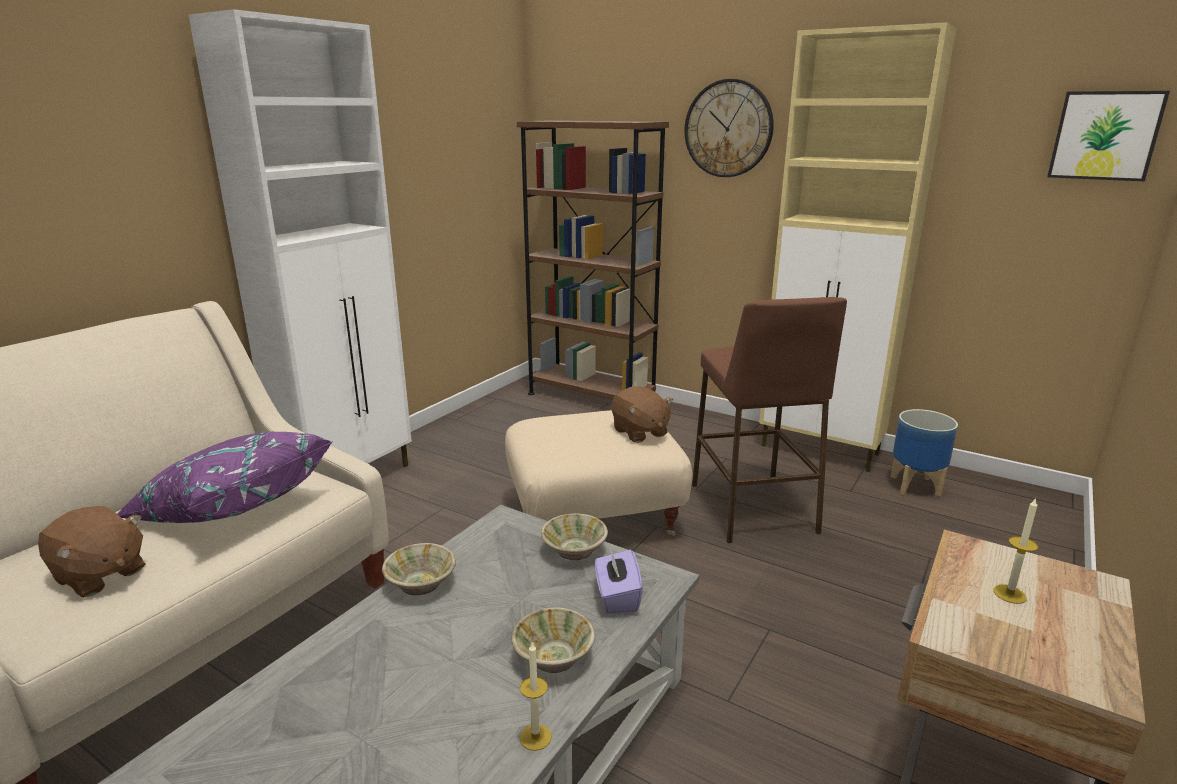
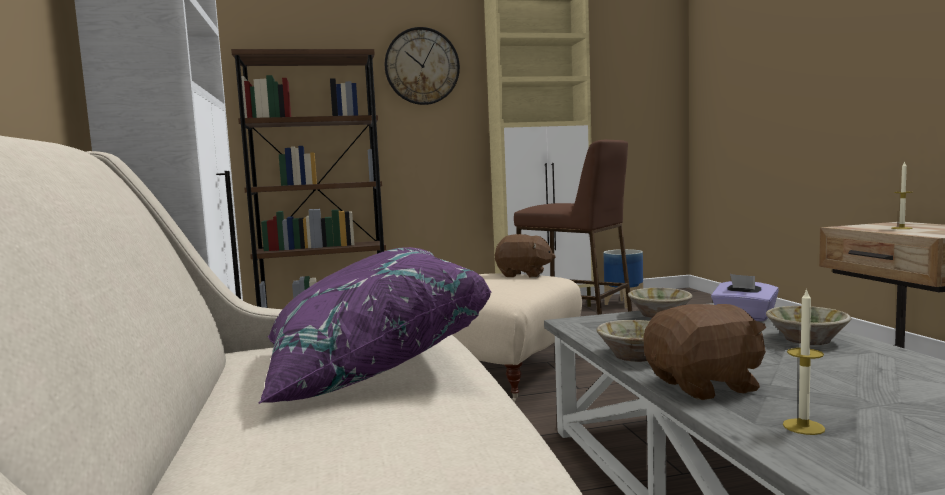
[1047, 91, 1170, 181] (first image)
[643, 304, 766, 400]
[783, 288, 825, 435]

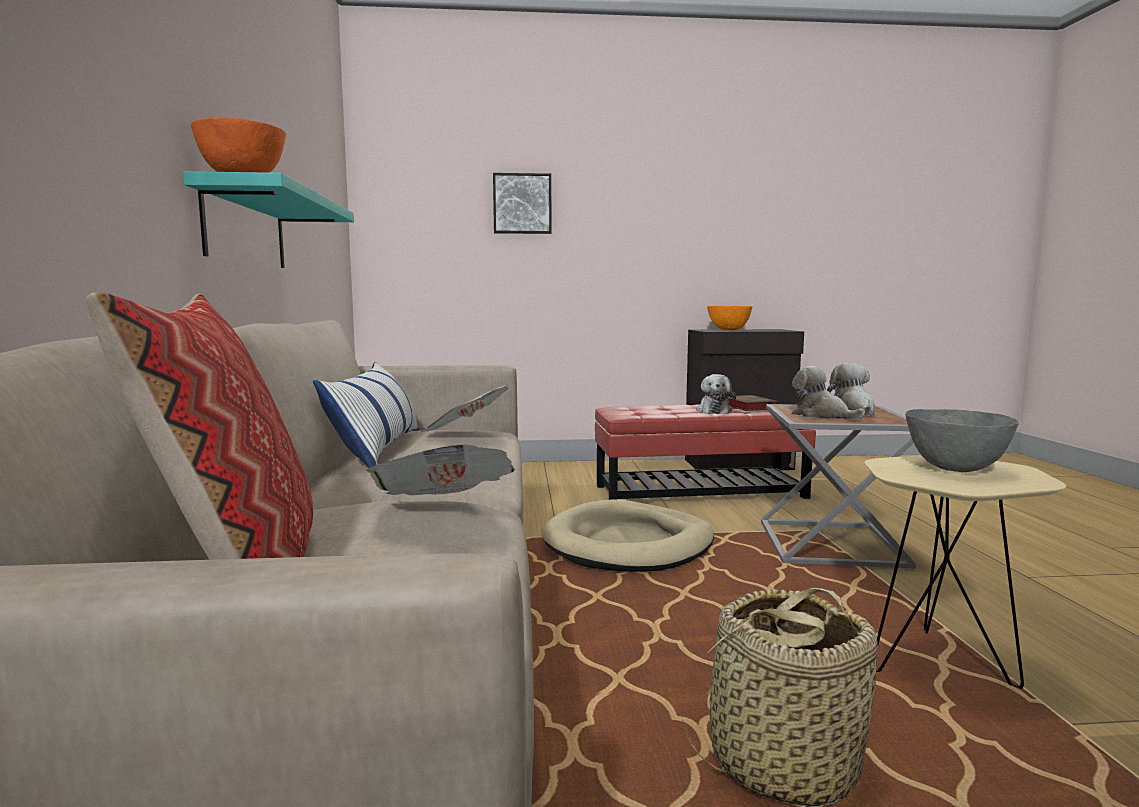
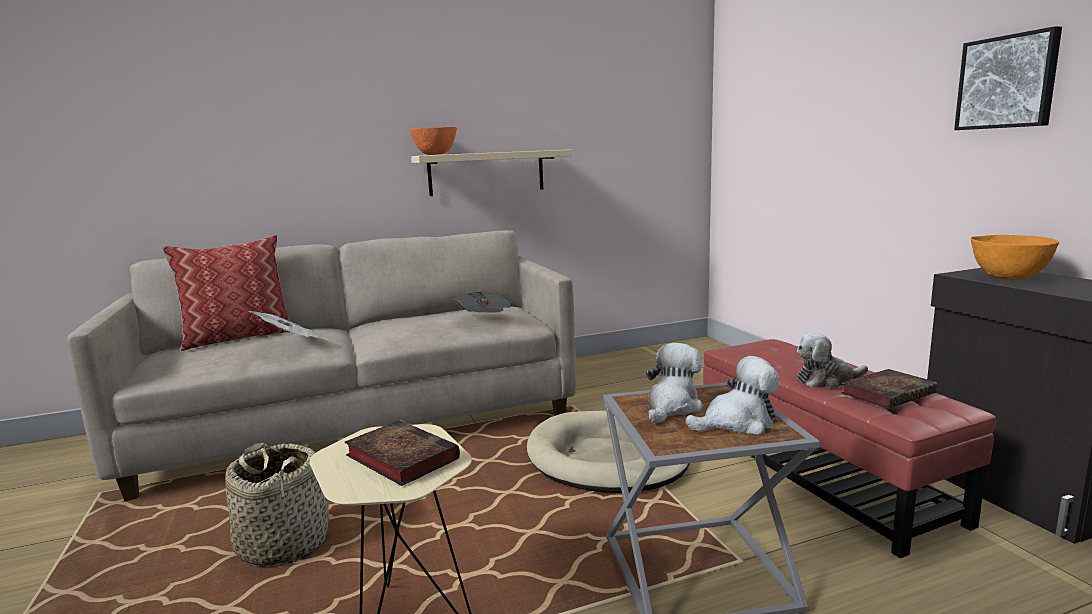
[411, 150, 572, 196]
[954, 26, 1062, 130]
[313, 362, 419, 468] (first image)
[345, 420, 460, 486]

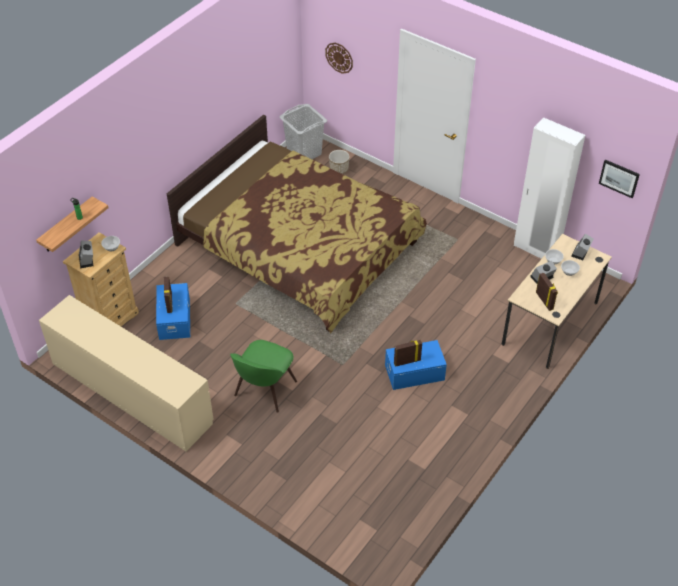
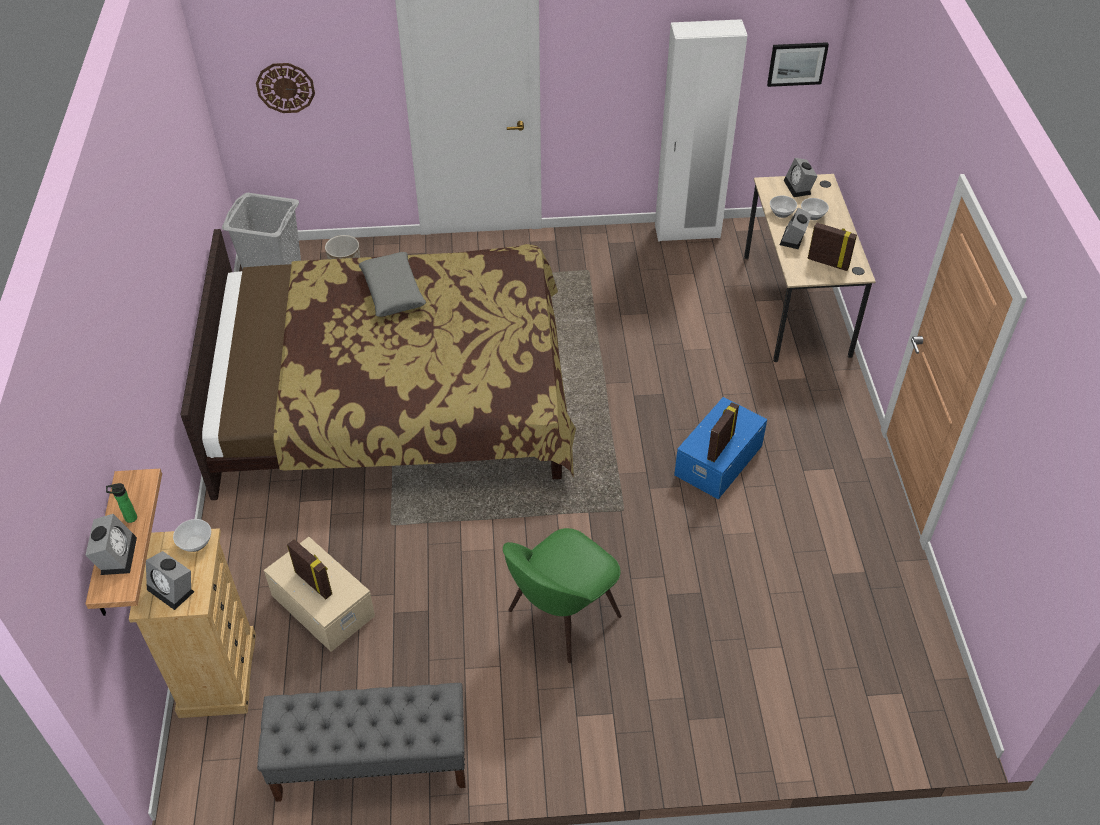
[264, 537, 375, 652]
[257, 683, 466, 802]
[503, 528, 622, 663]
[359, 252, 426, 317]
[85, 514, 137, 575]

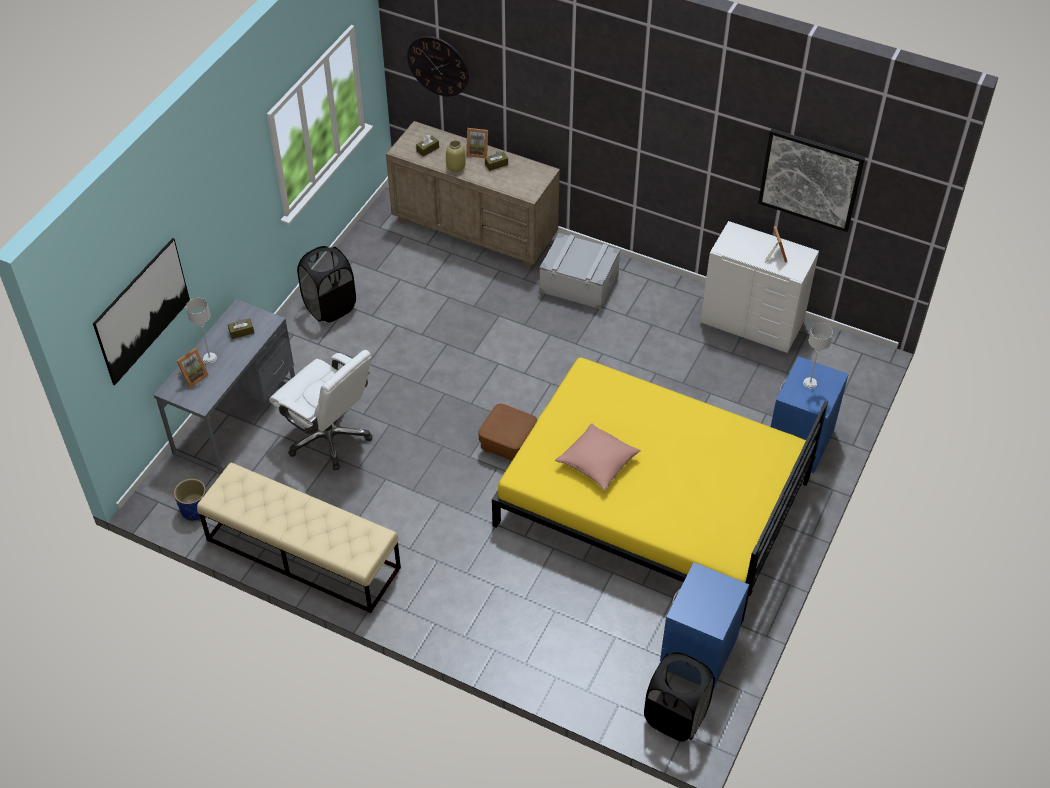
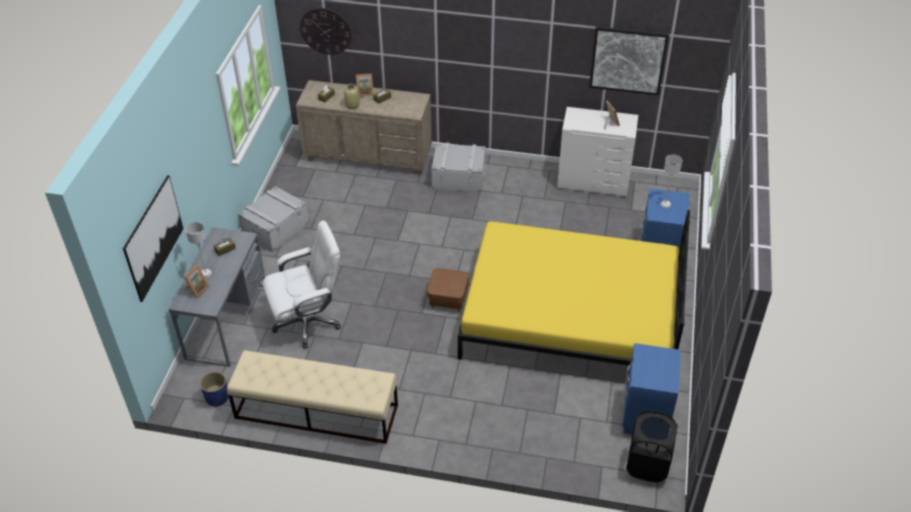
[238, 186, 309, 252]
[262, 220, 341, 348]
[555, 423, 641, 490] (first image)

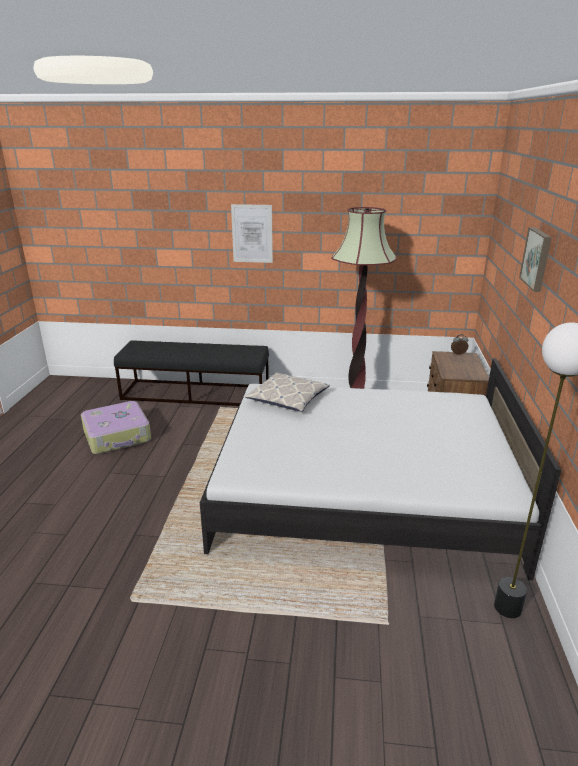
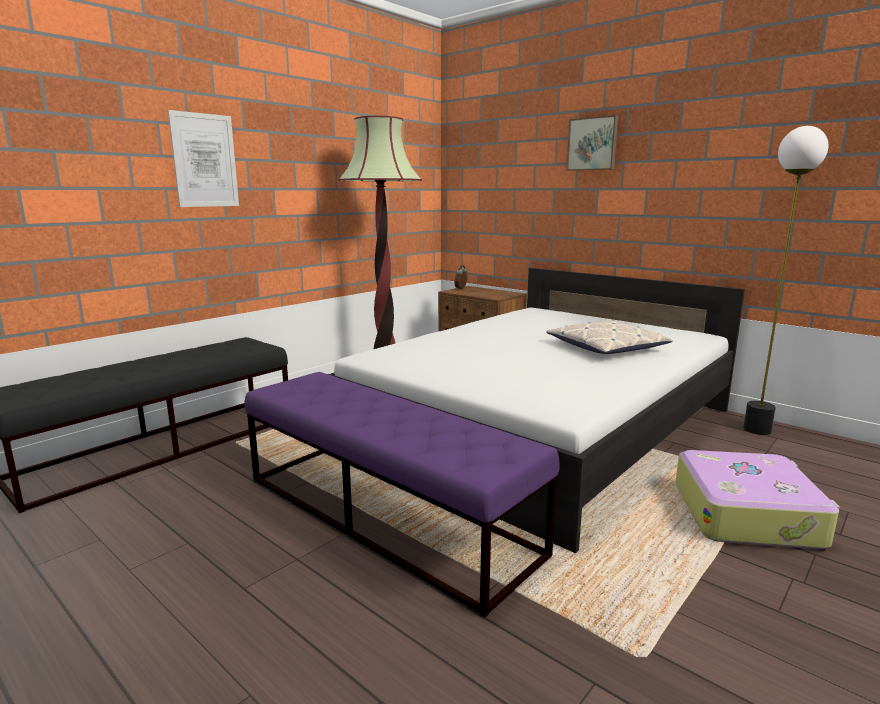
[546, 320, 673, 354]
[676, 450, 840, 549]
[245, 372, 559, 618]

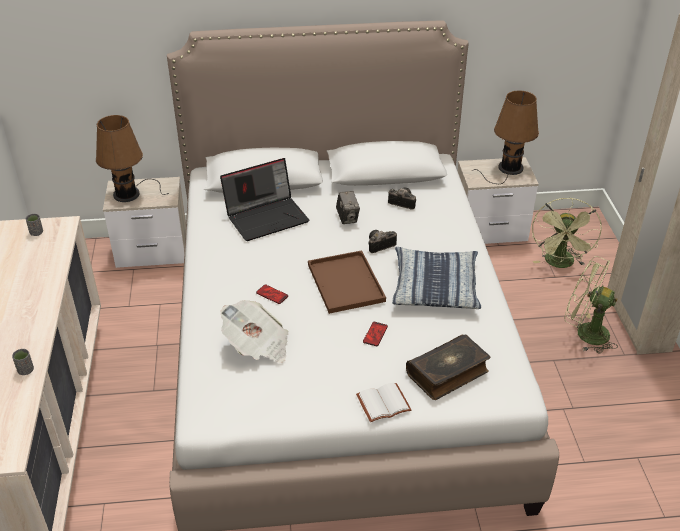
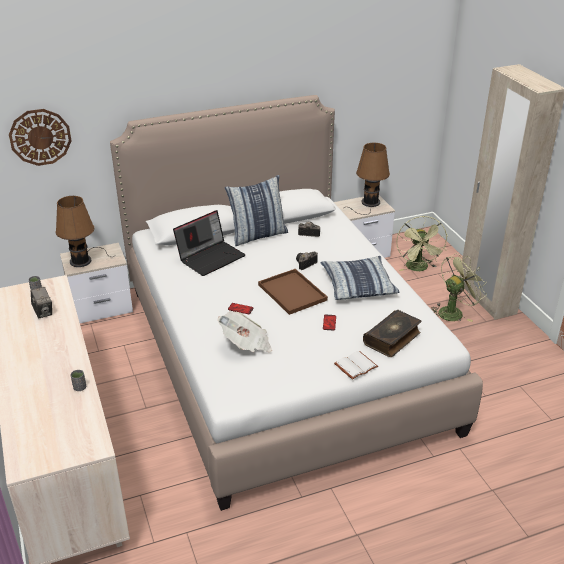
[31, 287, 52, 318]
[431, 253, 487, 322]
[9, 109, 72, 166]
[225, 175, 288, 246]

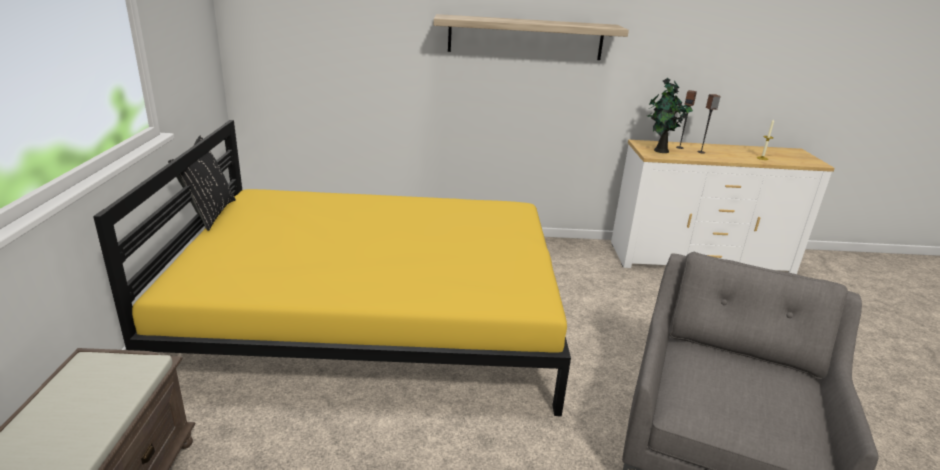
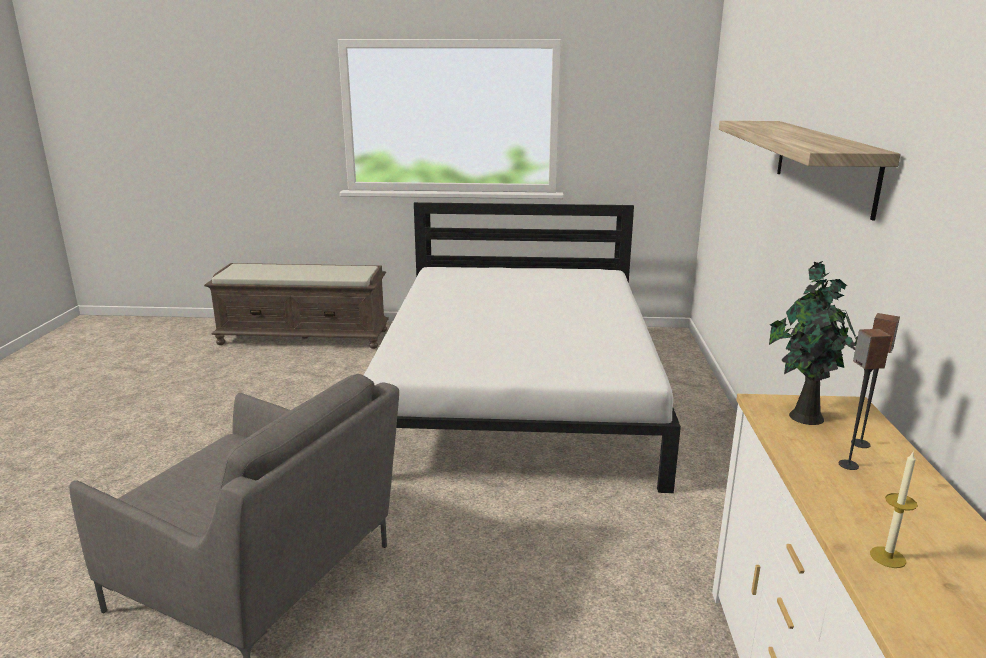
[364, 202, 681, 493]
[168, 135, 236, 231] (first image)

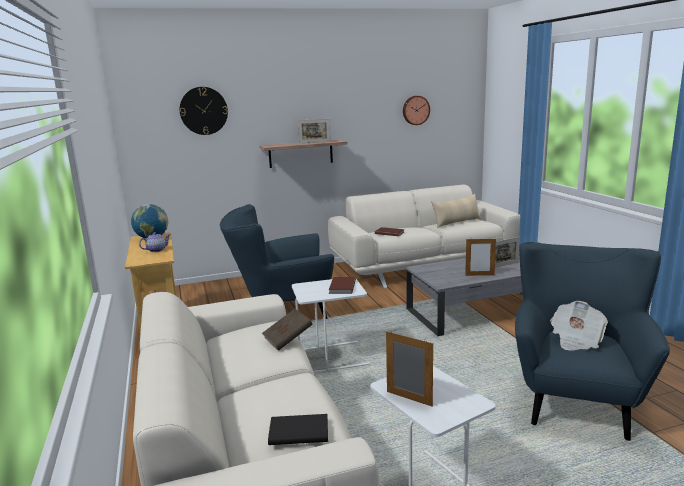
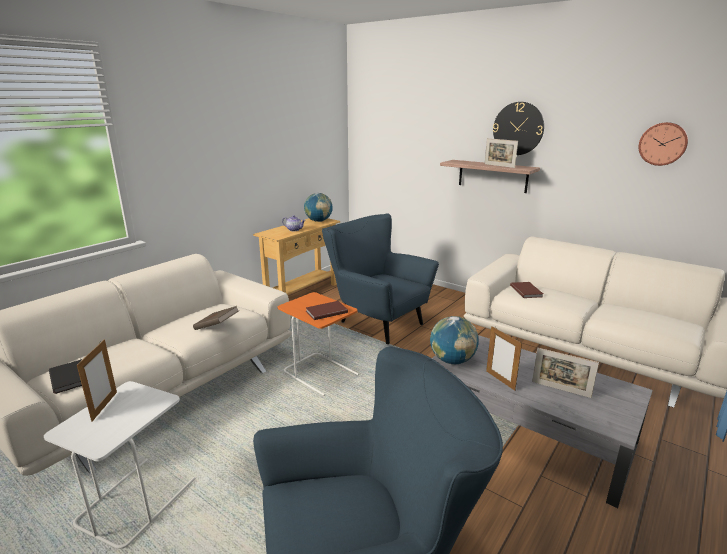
[493, 102, 544, 155]
[431, 194, 481, 228] (first image)
[278, 292, 359, 396]
[550, 301, 608, 351] (first image)
[430, 316, 479, 364]

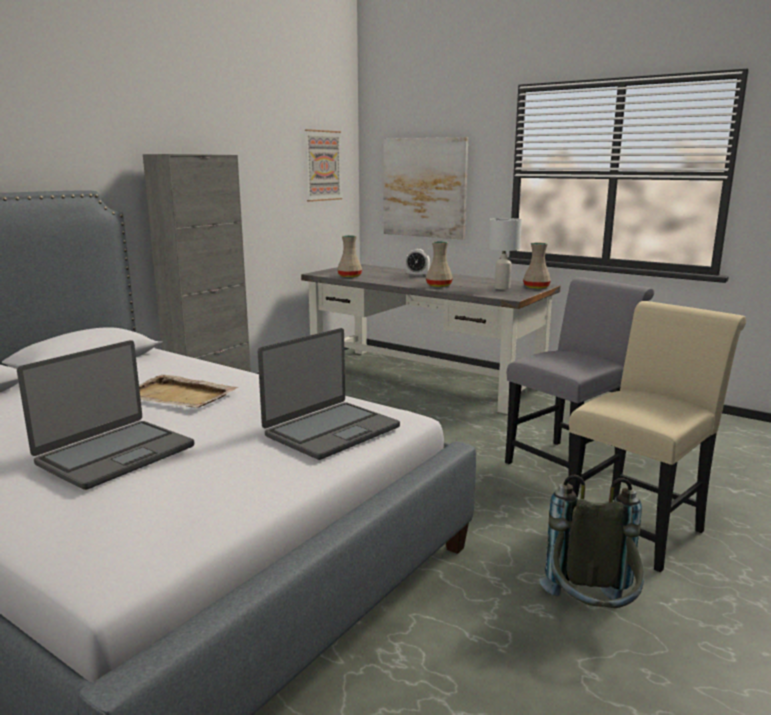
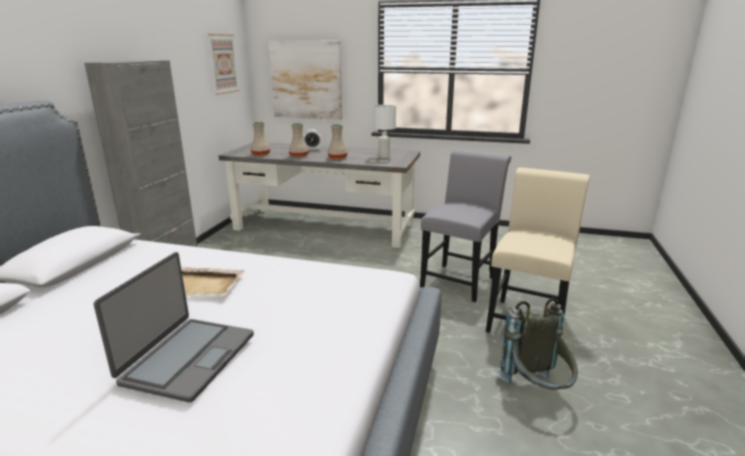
[289, 123, 309, 158]
[258, 328, 400, 460] (first image)

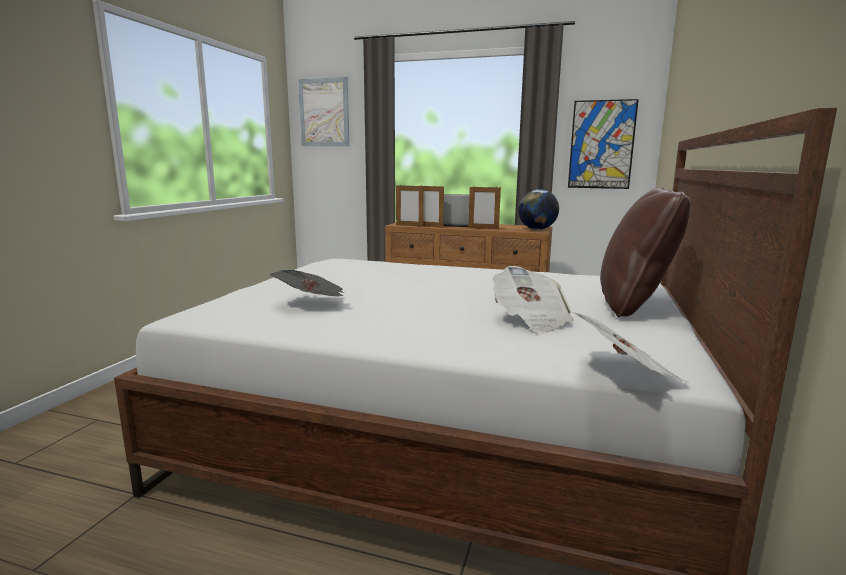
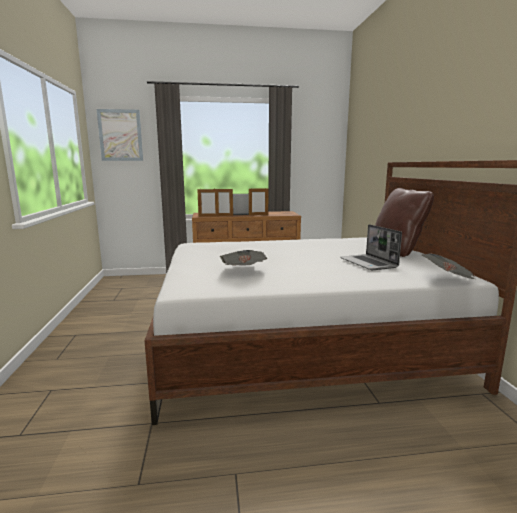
[568, 99, 639, 189] (first image)
[518, 189, 559, 230] (first image)
[340, 224, 402, 270]

